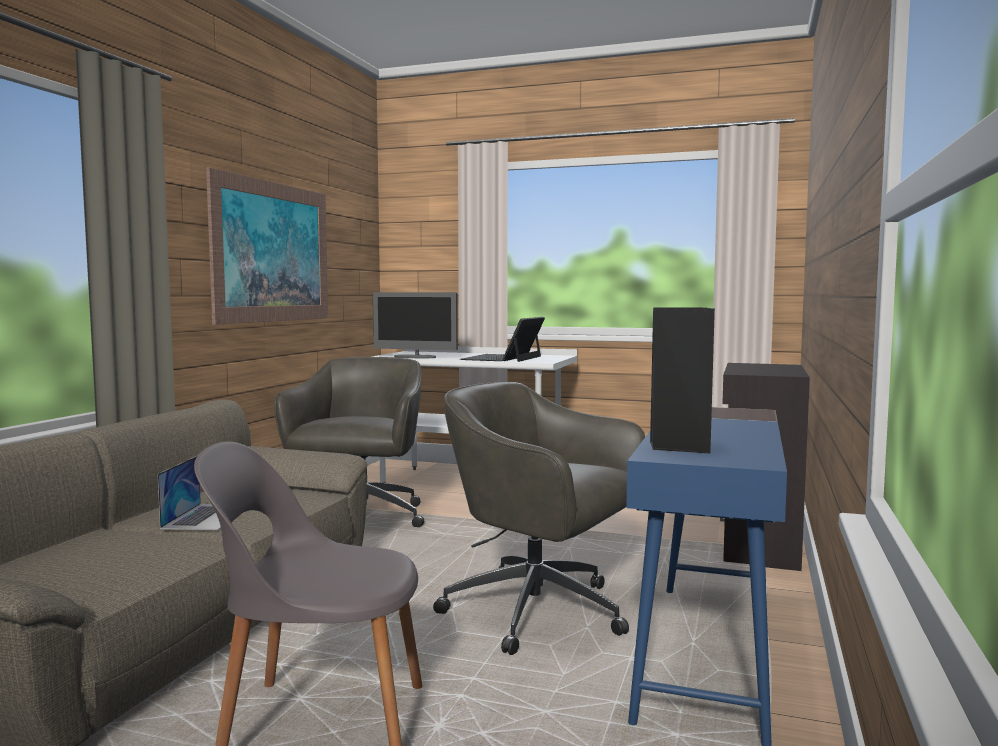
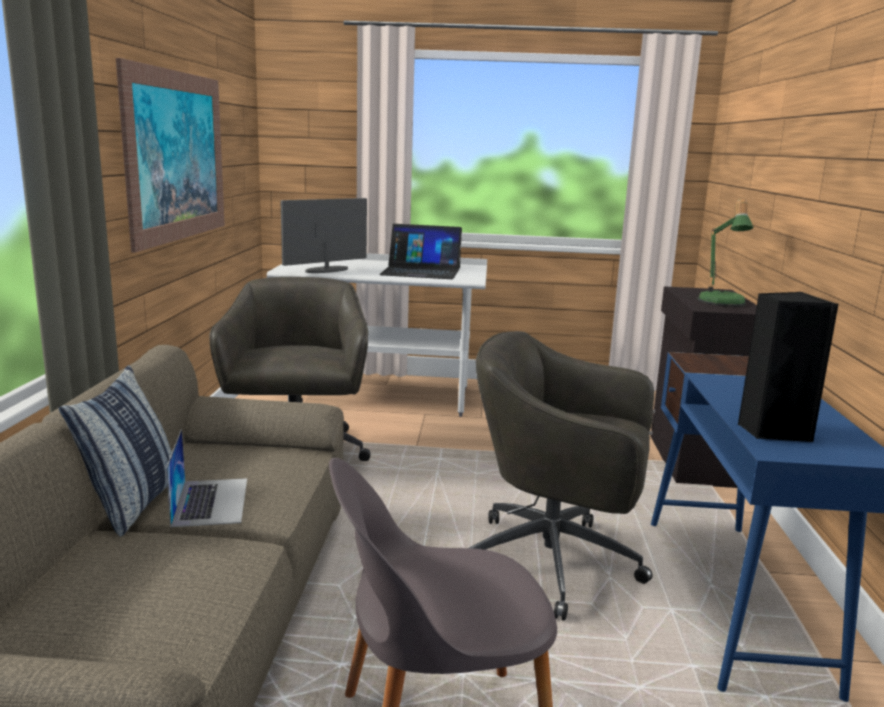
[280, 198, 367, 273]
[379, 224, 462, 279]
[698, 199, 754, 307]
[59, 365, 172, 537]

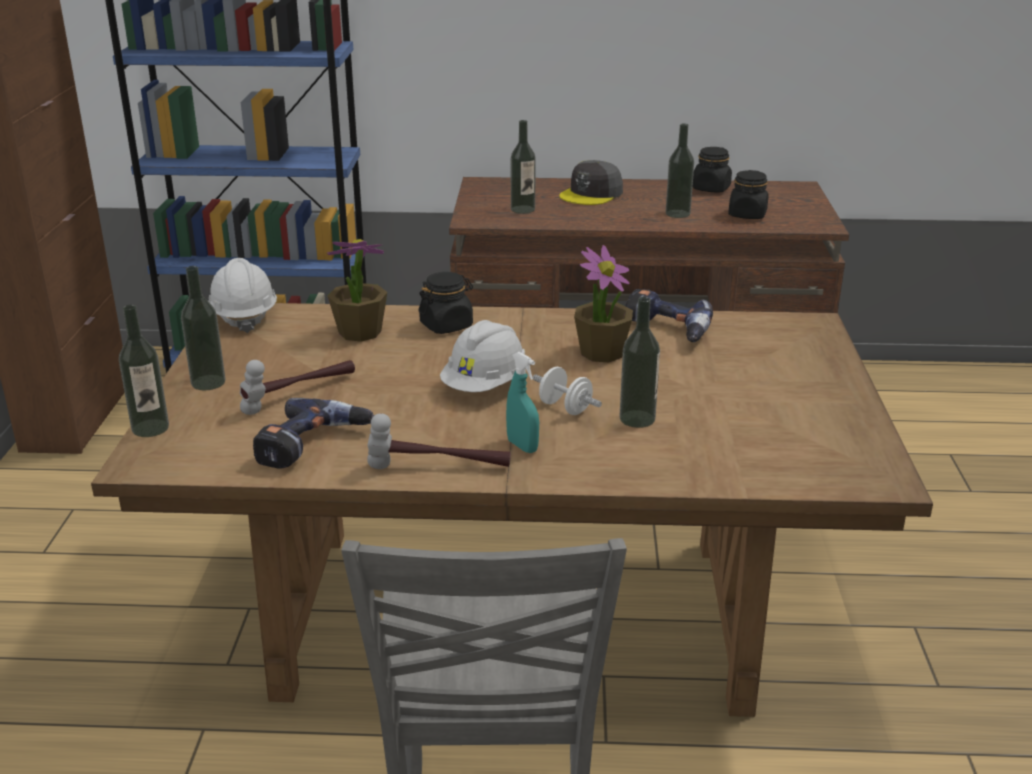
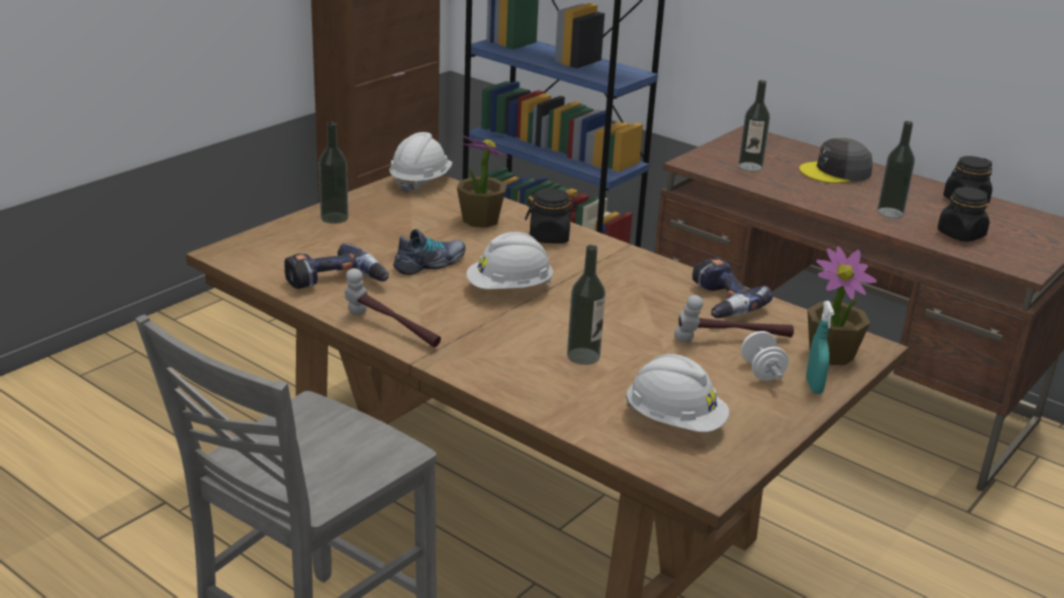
[807, 246, 876, 365]
[119, 305, 169, 437] (first image)
[806, 301, 834, 394]
[674, 295, 794, 342]
[741, 331, 789, 381]
[393, 229, 466, 275]
[626, 354, 729, 432]

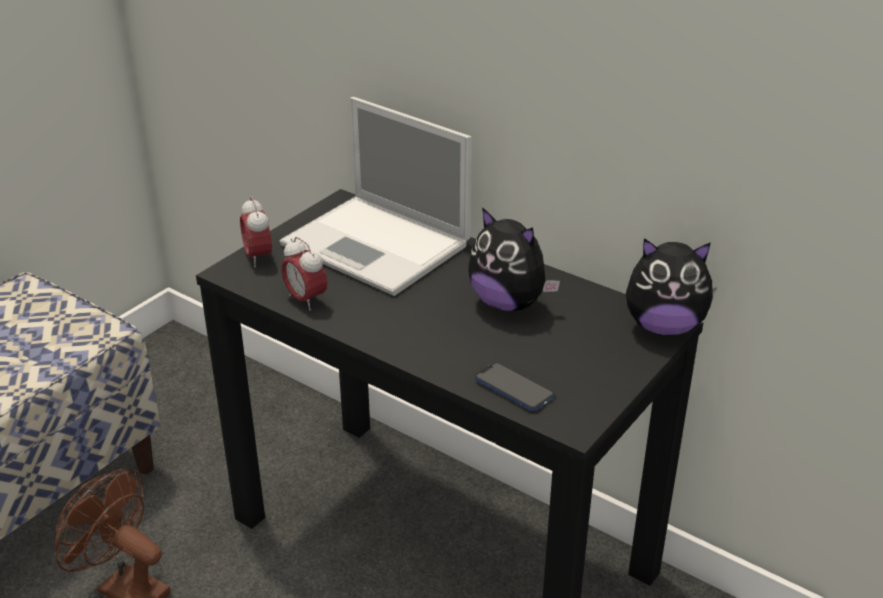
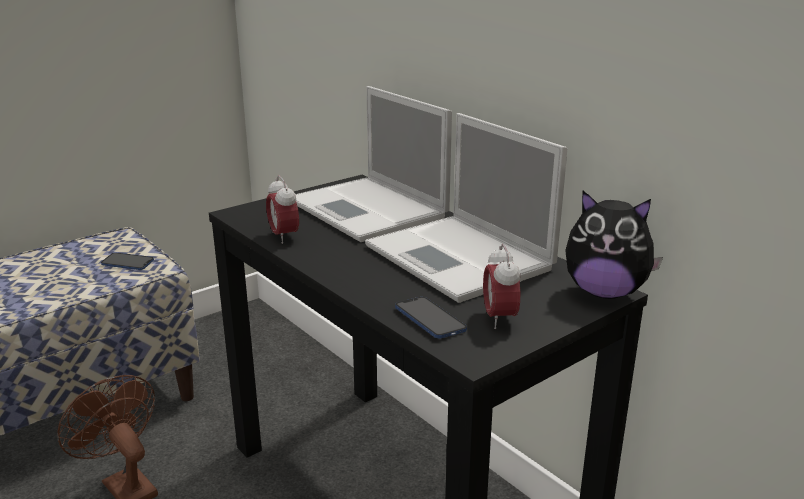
[483, 244, 520, 329]
[365, 113, 568, 303]
[101, 252, 154, 270]

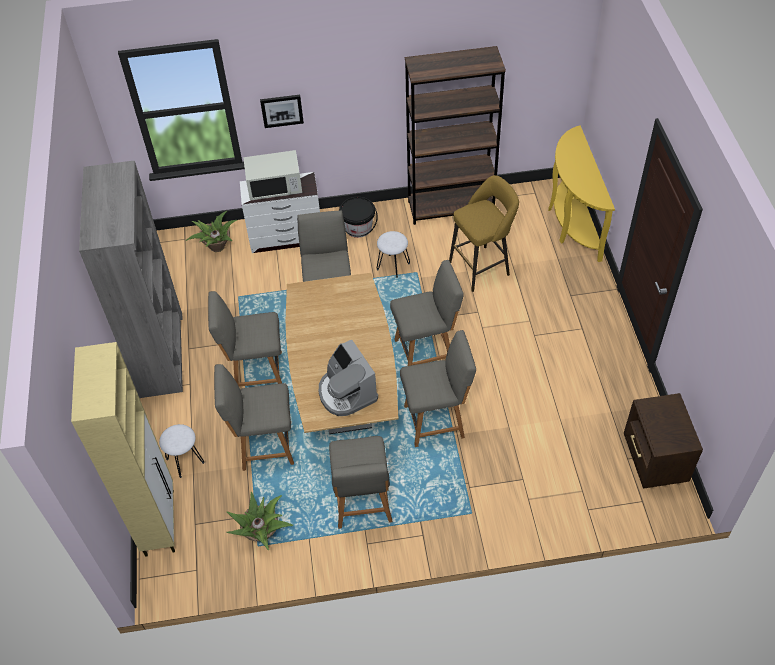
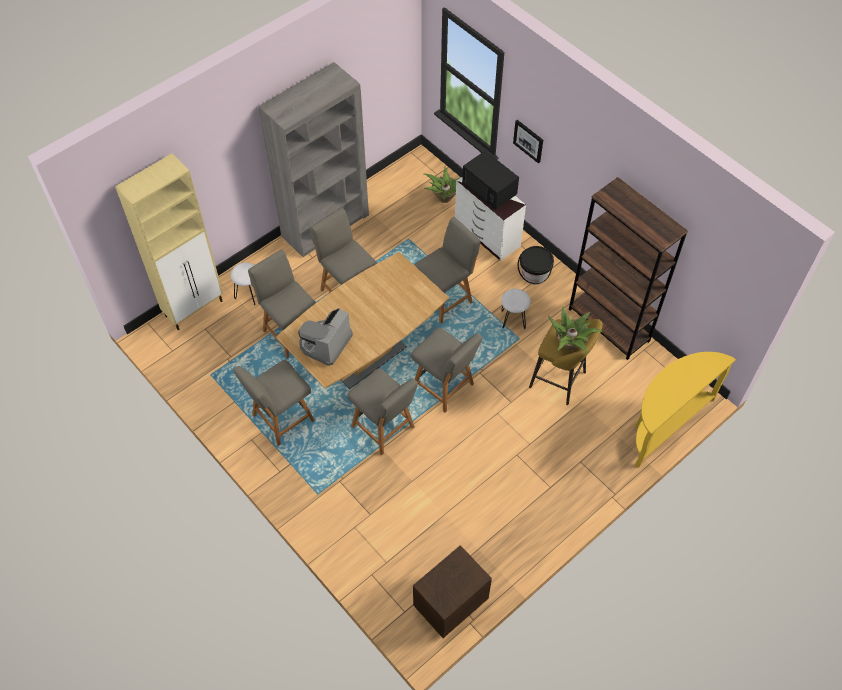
[462, 151, 519, 210]
[548, 306, 603, 354]

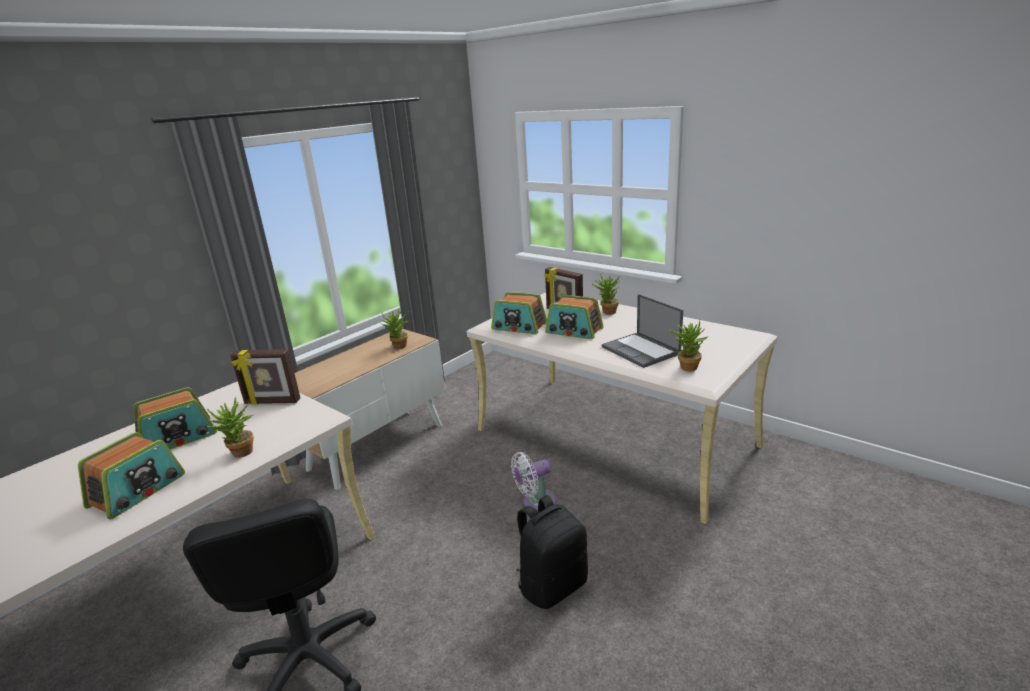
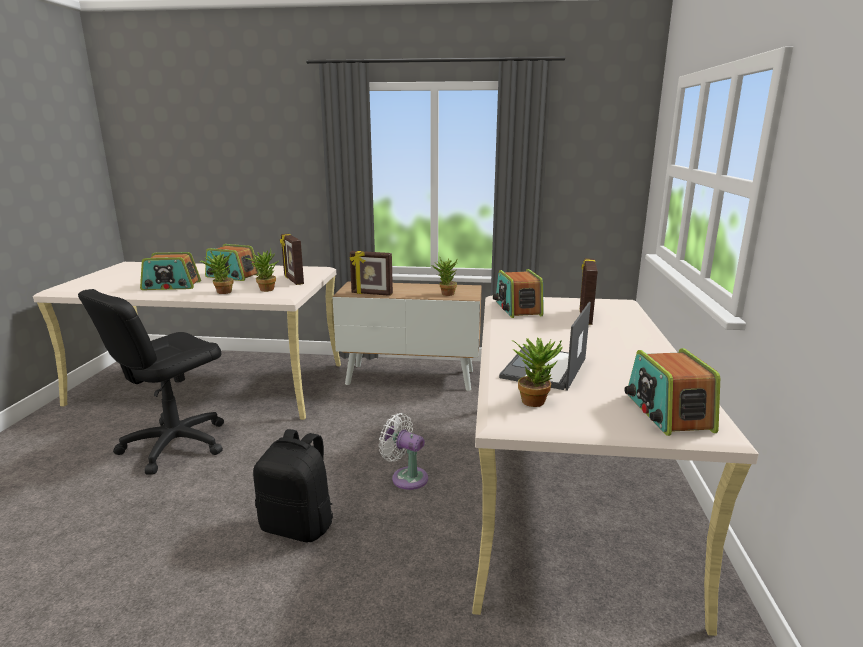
[245, 249, 279, 292]
[624, 348, 720, 436]
[350, 251, 393, 296]

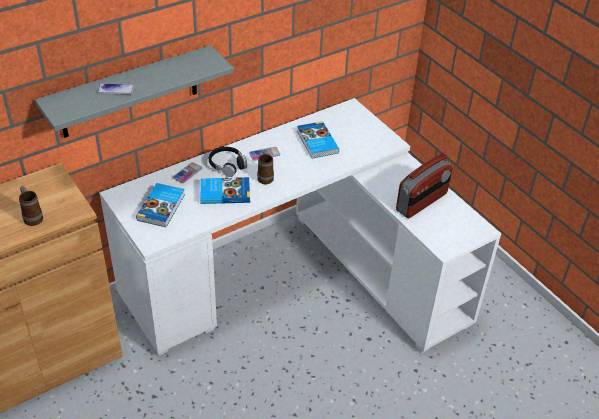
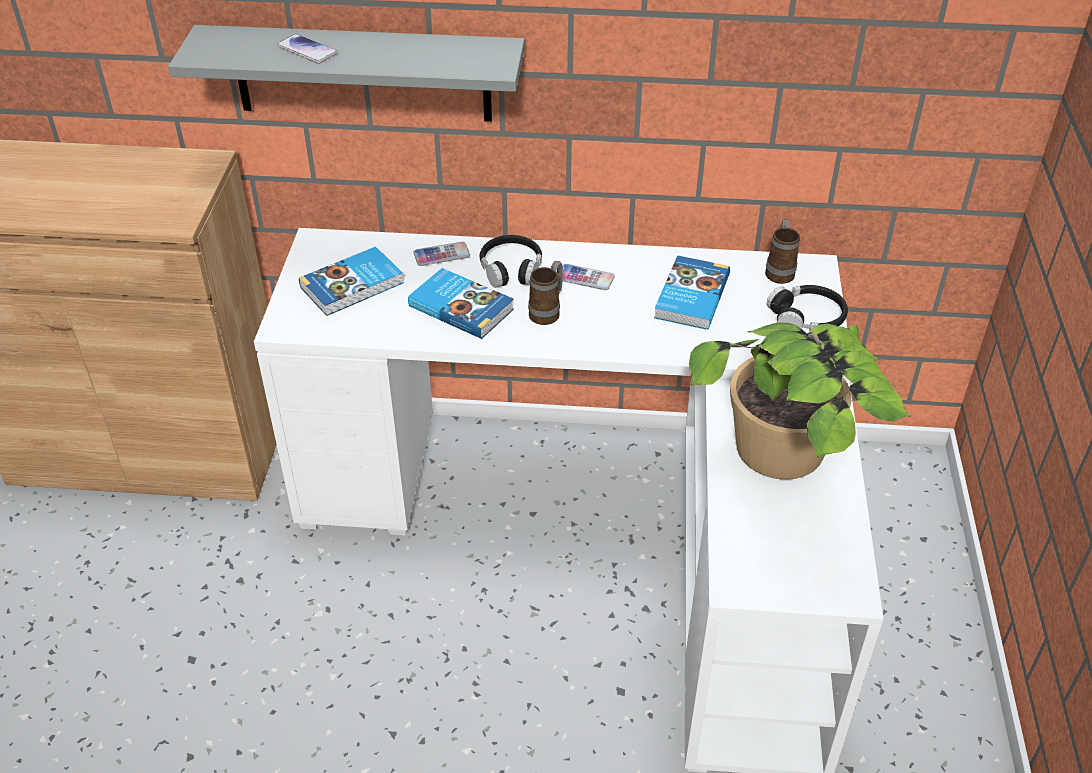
[689, 322, 911, 480]
[765, 220, 800, 284]
[767, 285, 848, 330]

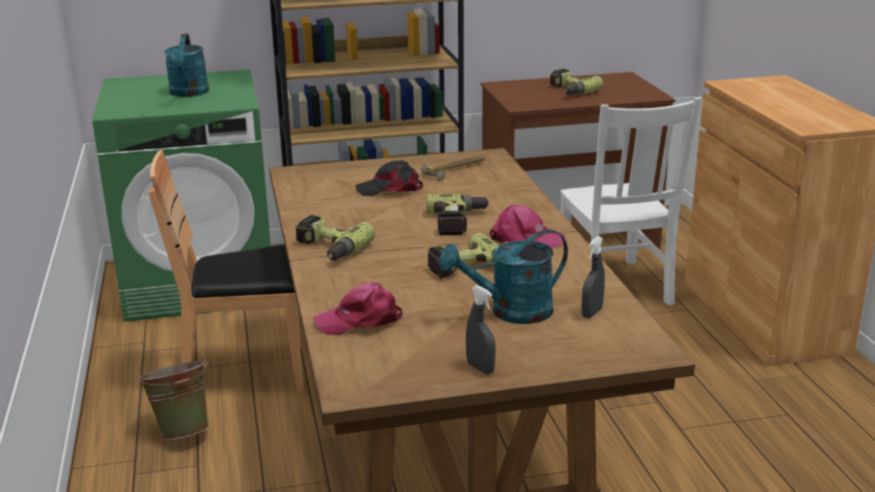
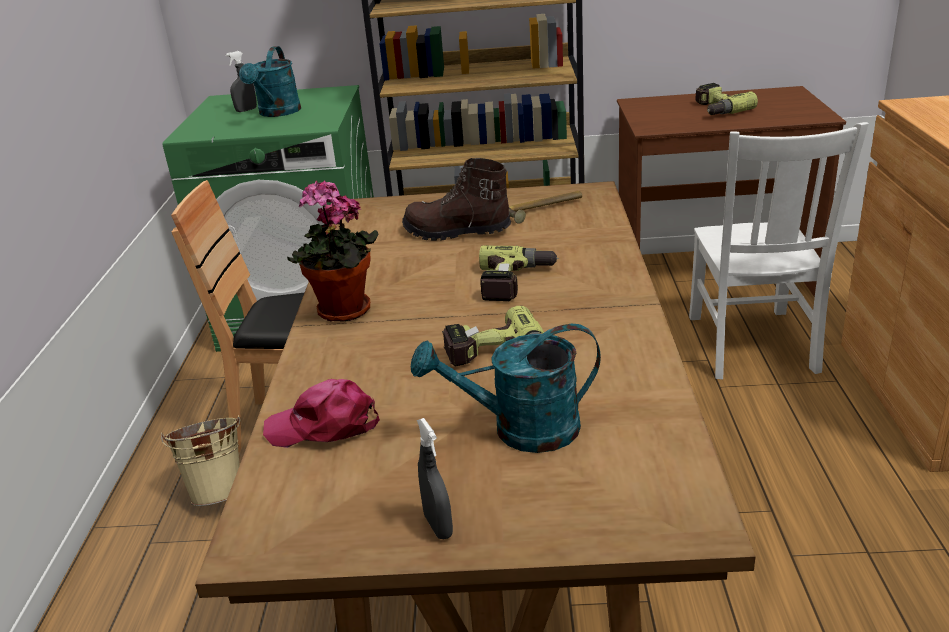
[402, 158, 511, 241]
[490, 205, 565, 248] (first image)
[287, 181, 378, 321]
[225, 51, 257, 112]
[161, 415, 240, 506]

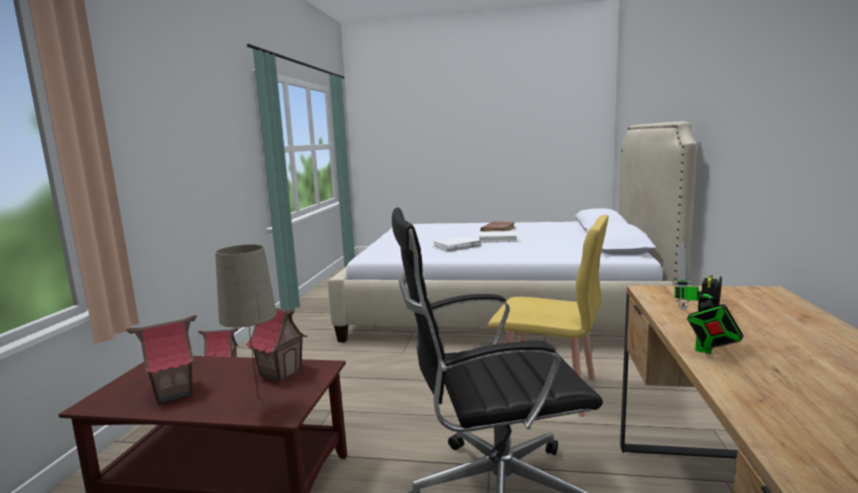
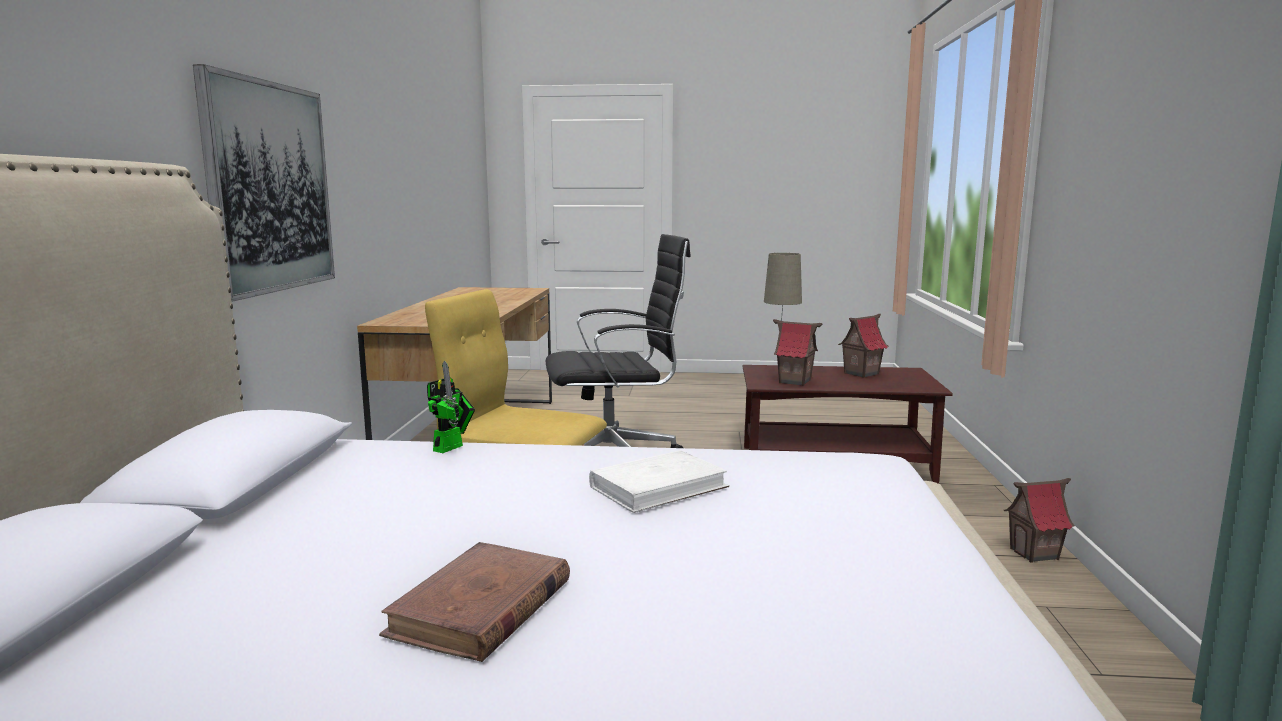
[478, 231, 518, 242] (first image)
[427, 361, 475, 453]
[193, 64, 335, 302]

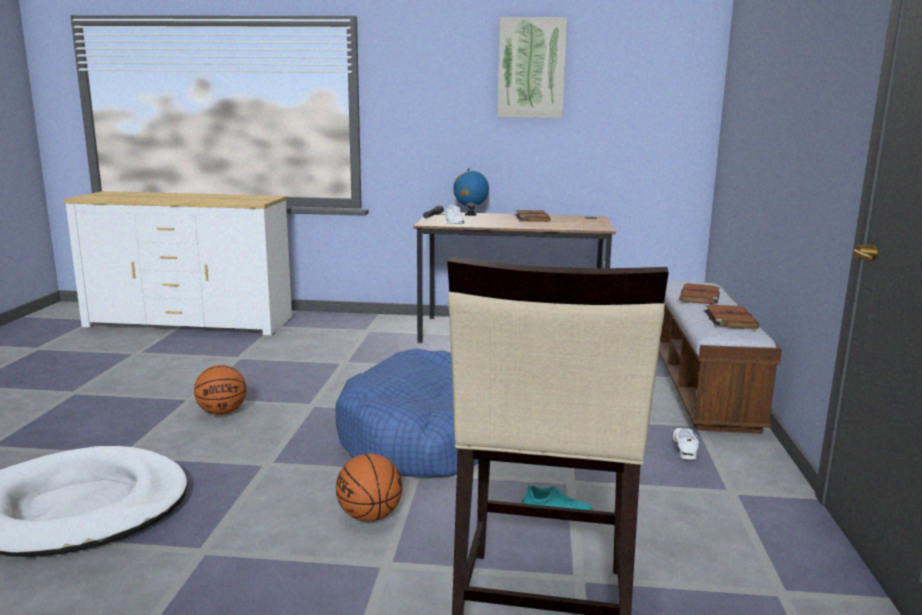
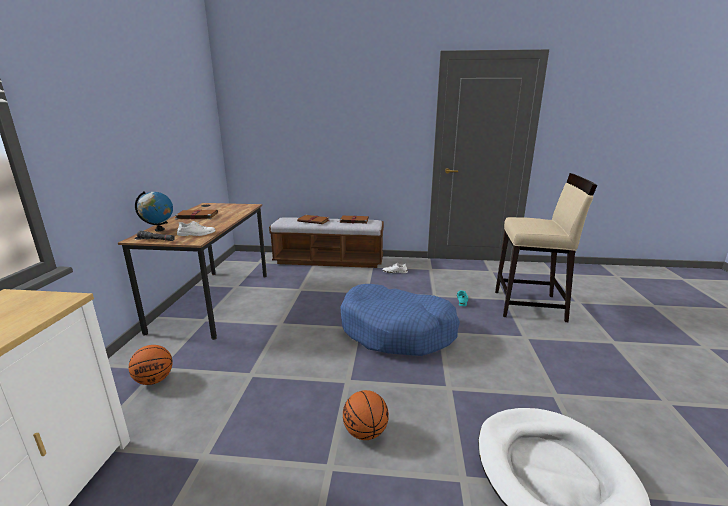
[498, 17, 567, 118] (first image)
[129, 345, 172, 385]

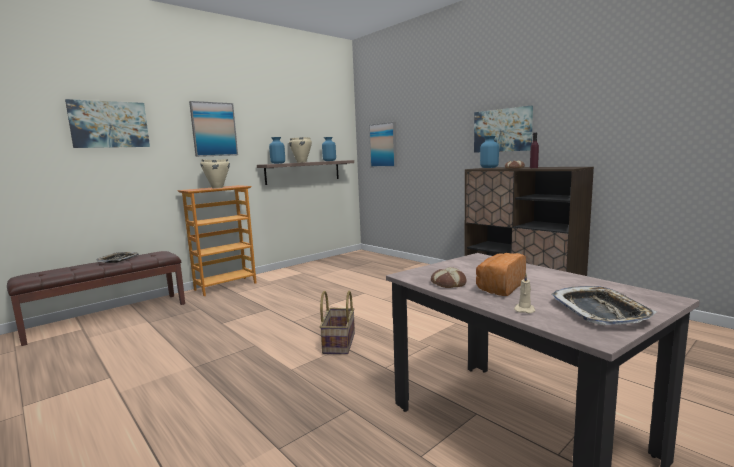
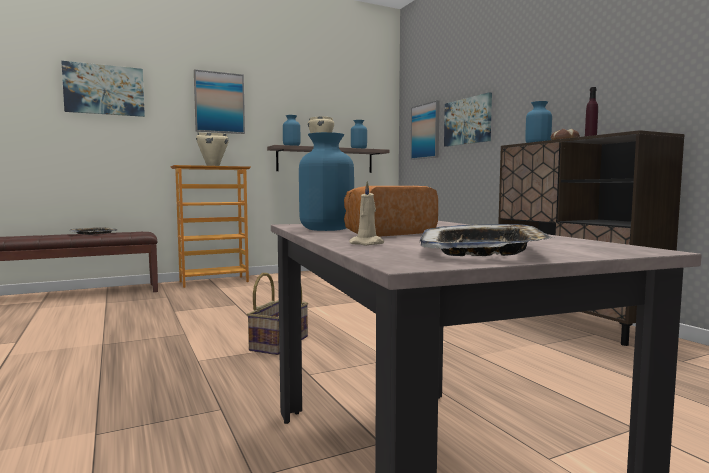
[444, 92, 492, 147]
[299, 132, 354, 231]

